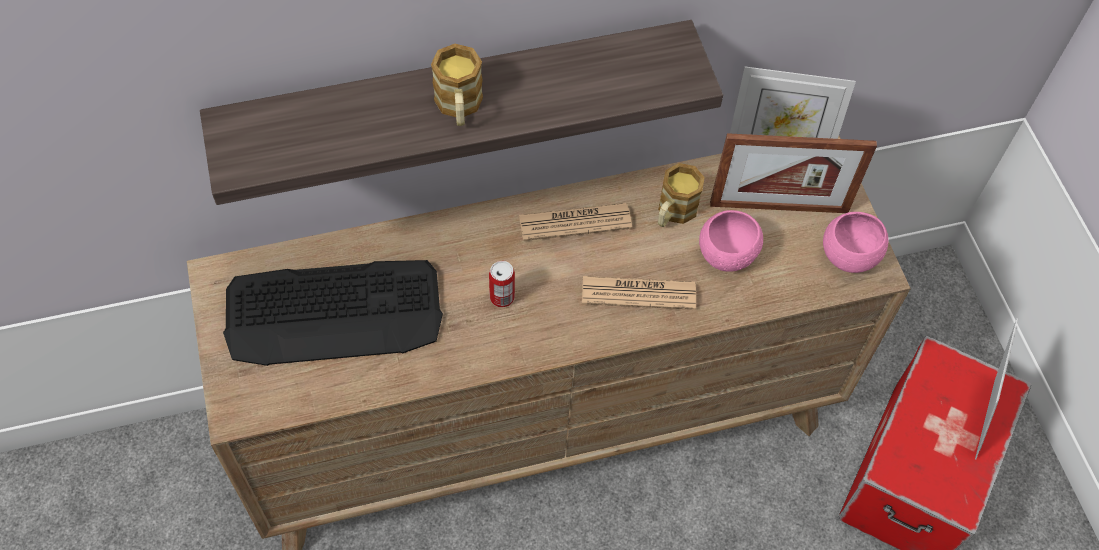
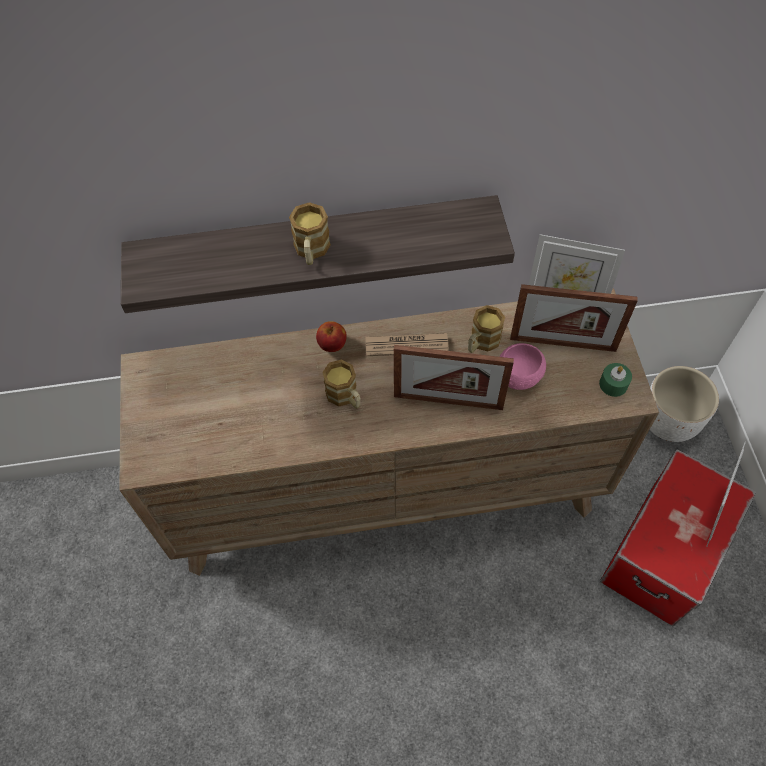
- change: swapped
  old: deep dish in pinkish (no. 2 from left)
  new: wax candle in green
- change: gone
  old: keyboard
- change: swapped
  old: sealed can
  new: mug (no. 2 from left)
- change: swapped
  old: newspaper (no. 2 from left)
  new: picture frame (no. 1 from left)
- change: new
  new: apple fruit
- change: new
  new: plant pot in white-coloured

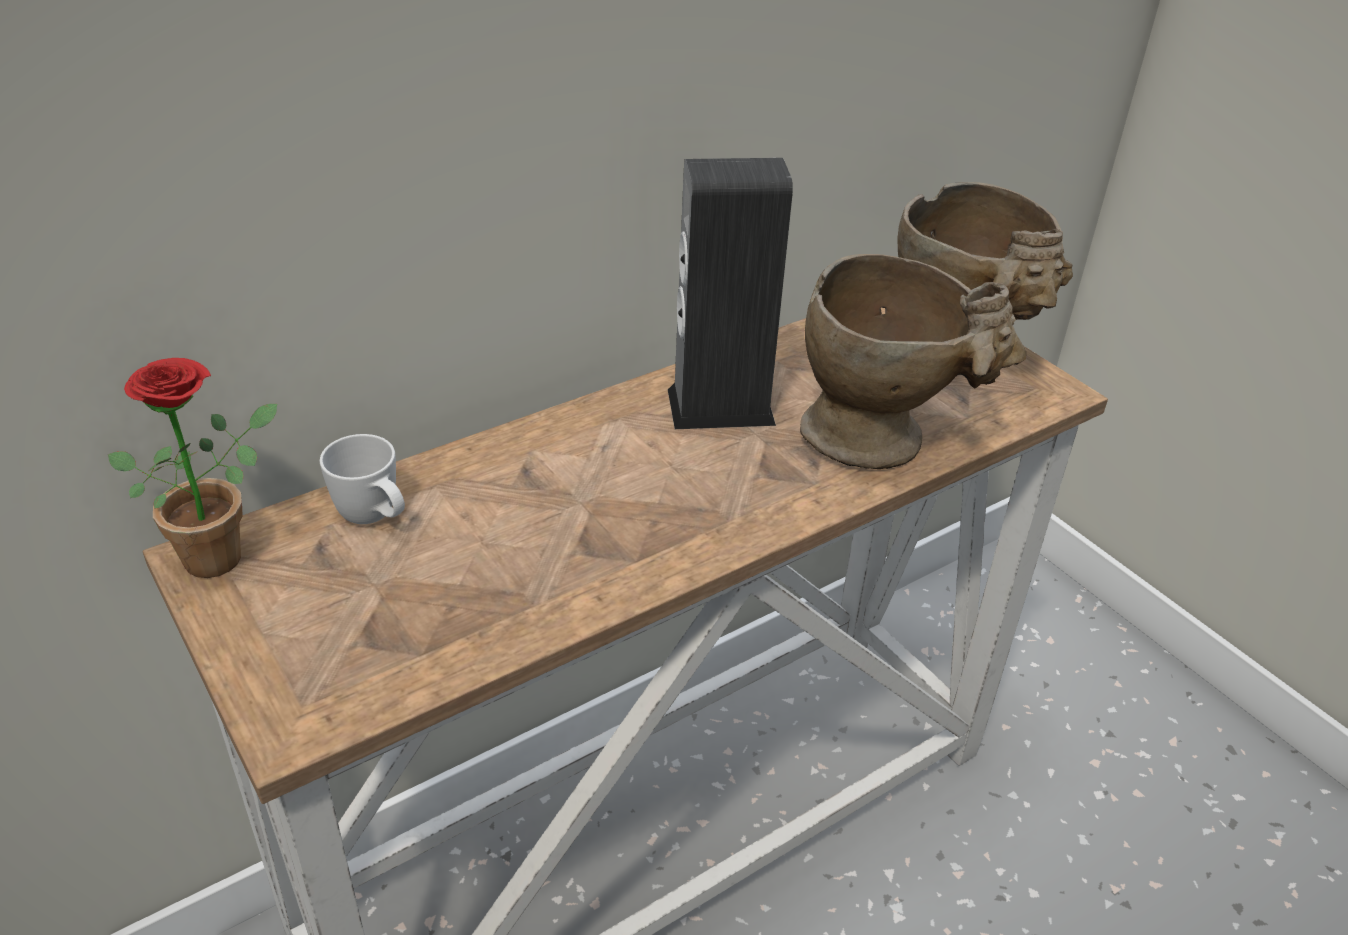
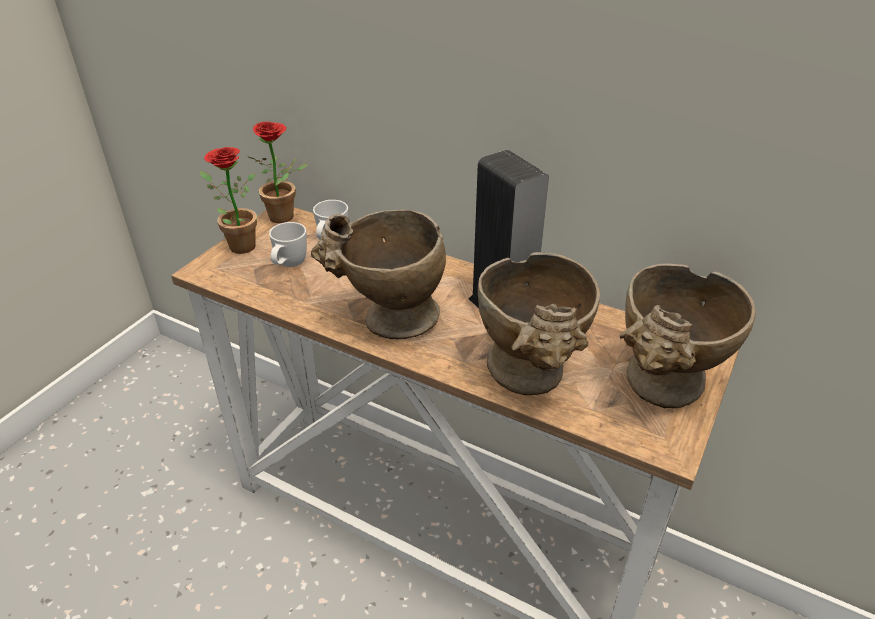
- change: new
  new: houseplant (no. 1 from left)
- change: new
  new: vase in beige (no. 1 from left)
- change: new
  new: mug in white-coloured (no. 1 from left)

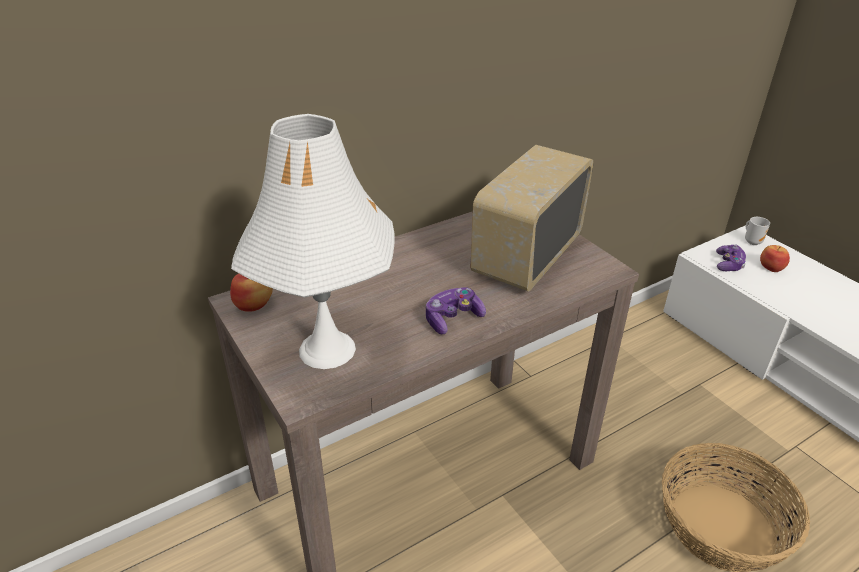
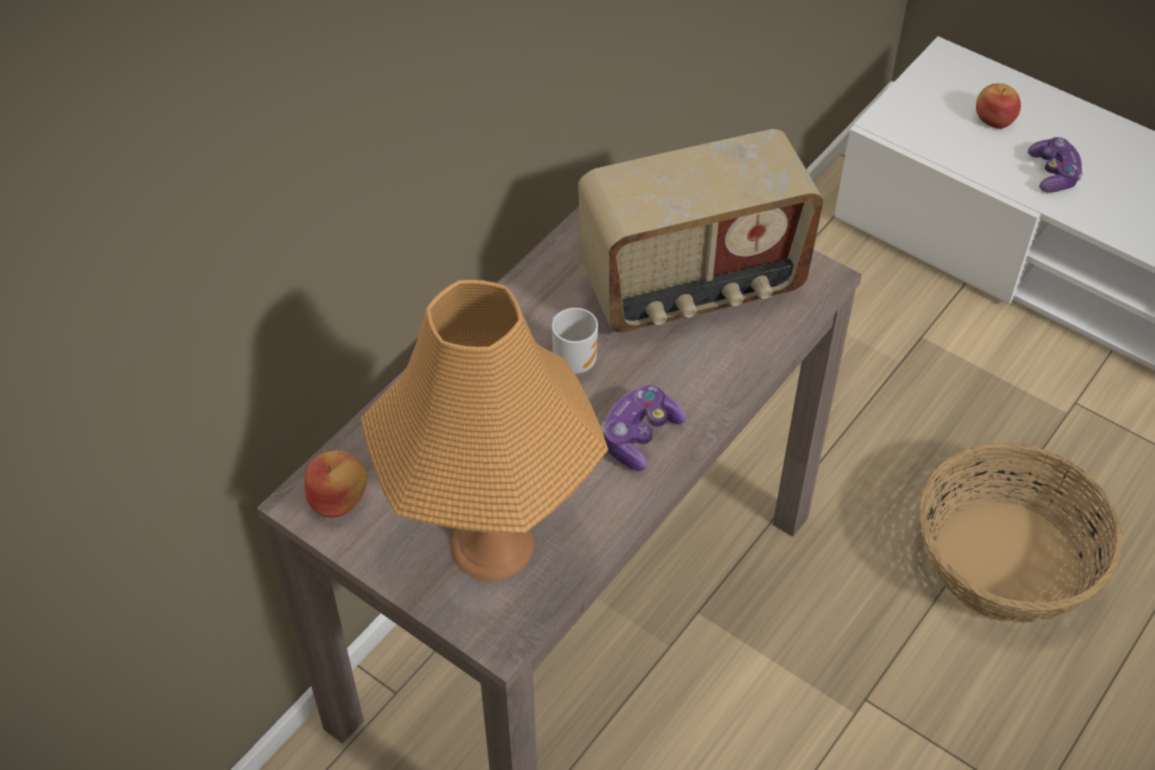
- change: repainted
  old: tabletop lamp in white-coloured
  new: tabletop lamp in orange-coloured
- change: rotated
  old: radio set
  degrees: -120
- change: shifted
  old: mug
- change: shifted
  old: game controller (no. 2 from left)

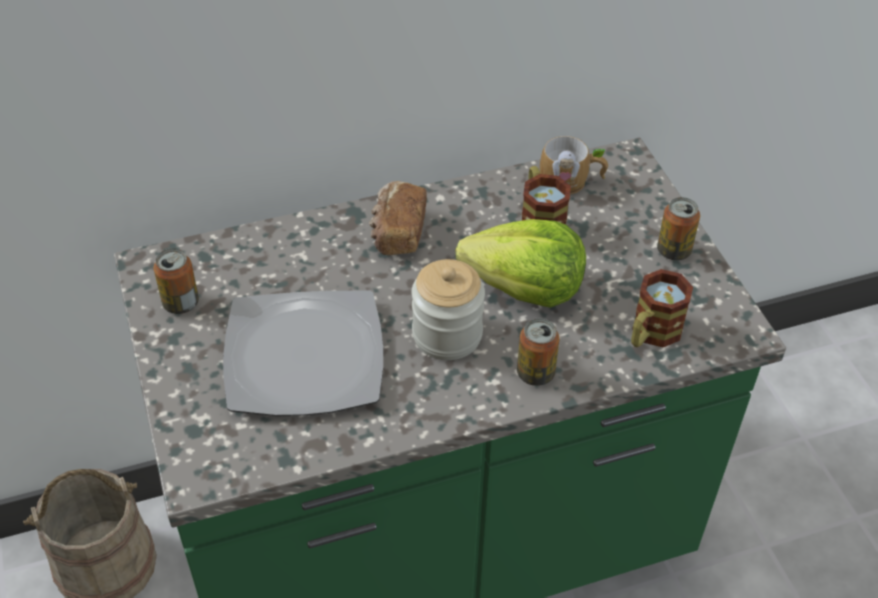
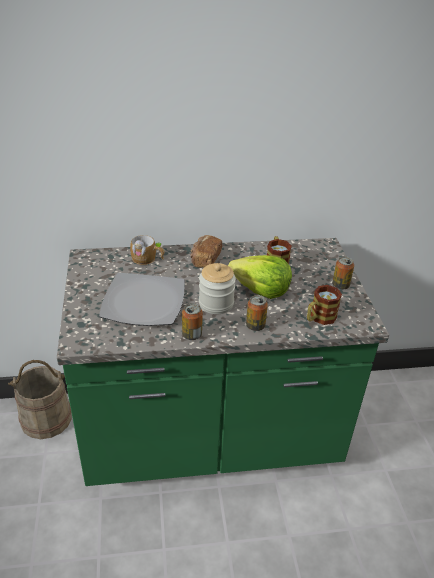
- change: shifted
  old: mug (no. 2 from left in the first image)
  new: mug (no. 1 from left)
- change: shifted
  old: sealed can (no. 1 from left)

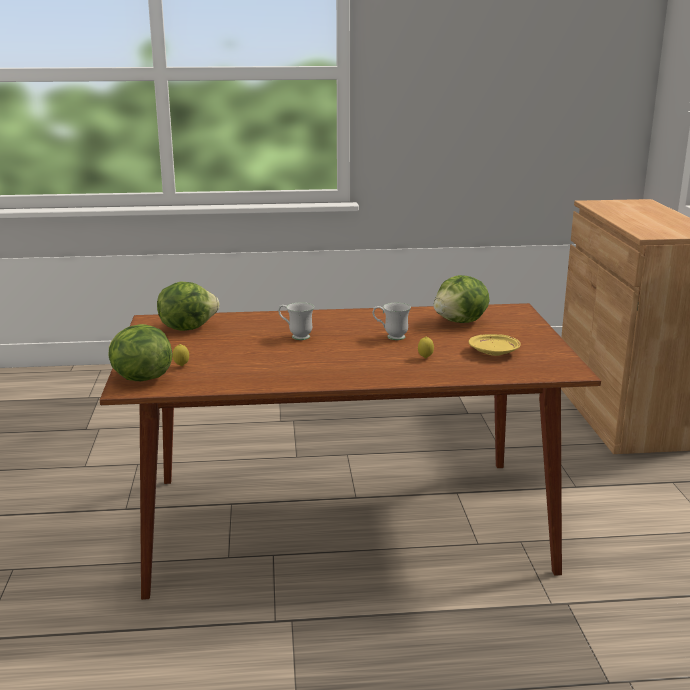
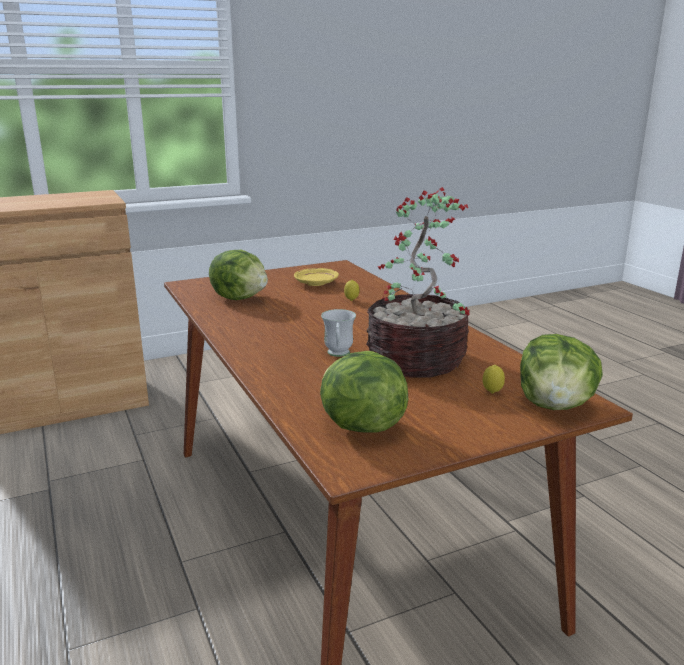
- change: gone
  old: mug in white-coloured (no. 2 from left)
- change: new
  new: houseplant

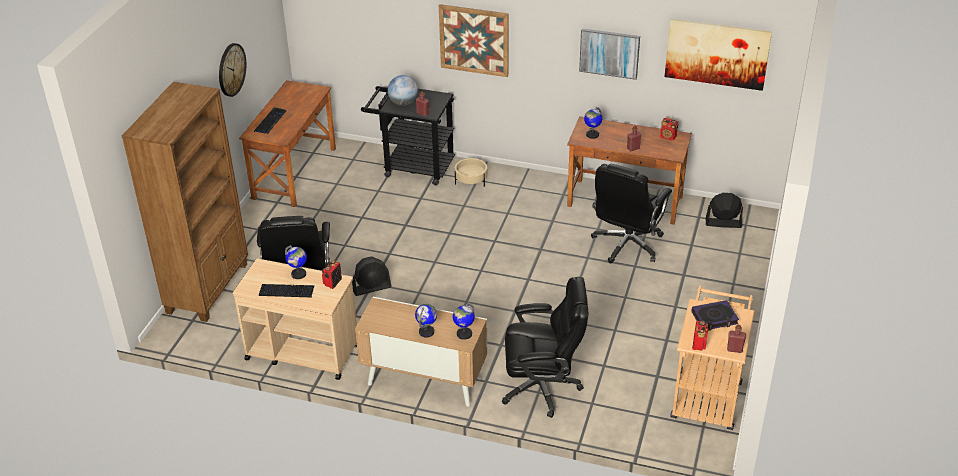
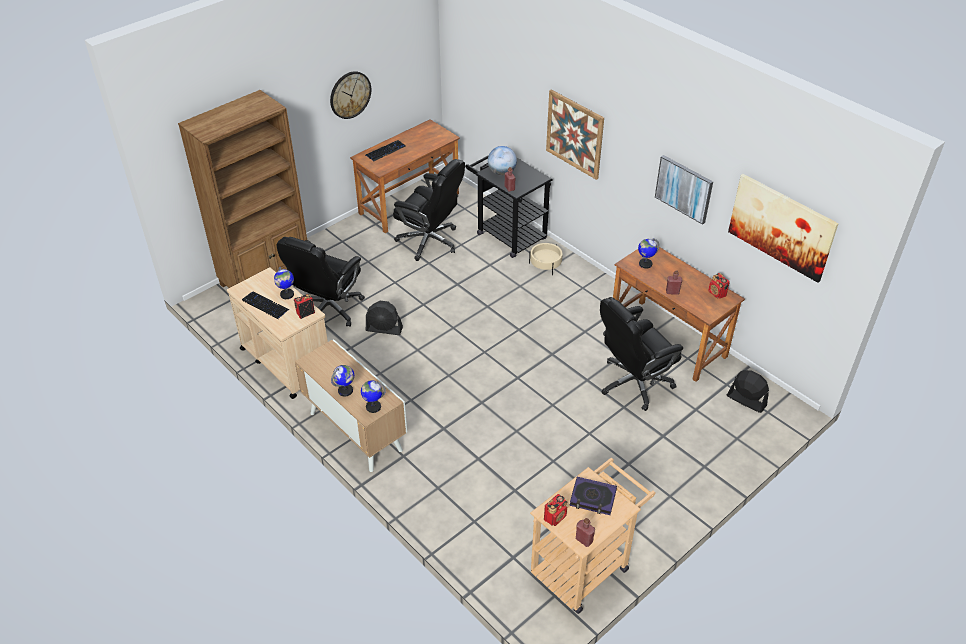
- change: shifted
  old: computer chair in blackish (no. 2 from left)

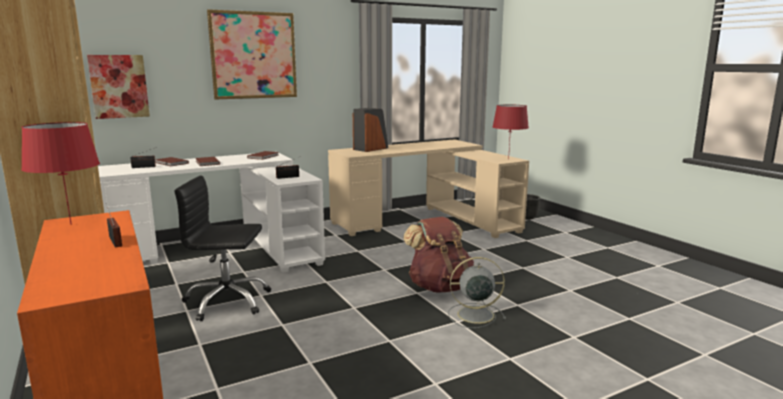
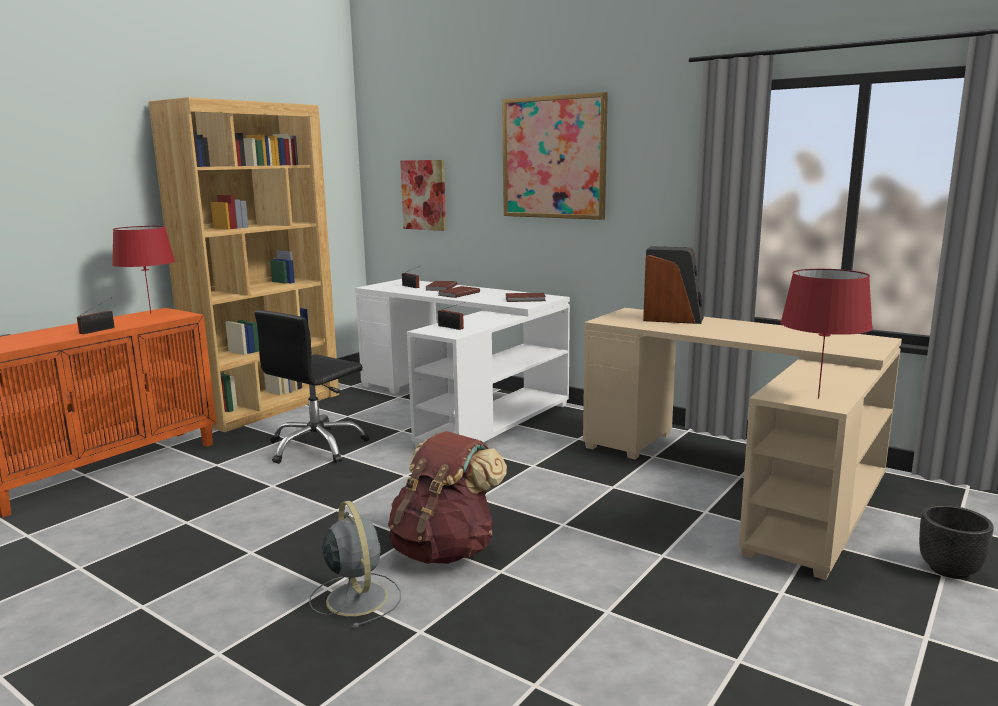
- change: rotated
  old: computer chair in blackish
  degrees: -120

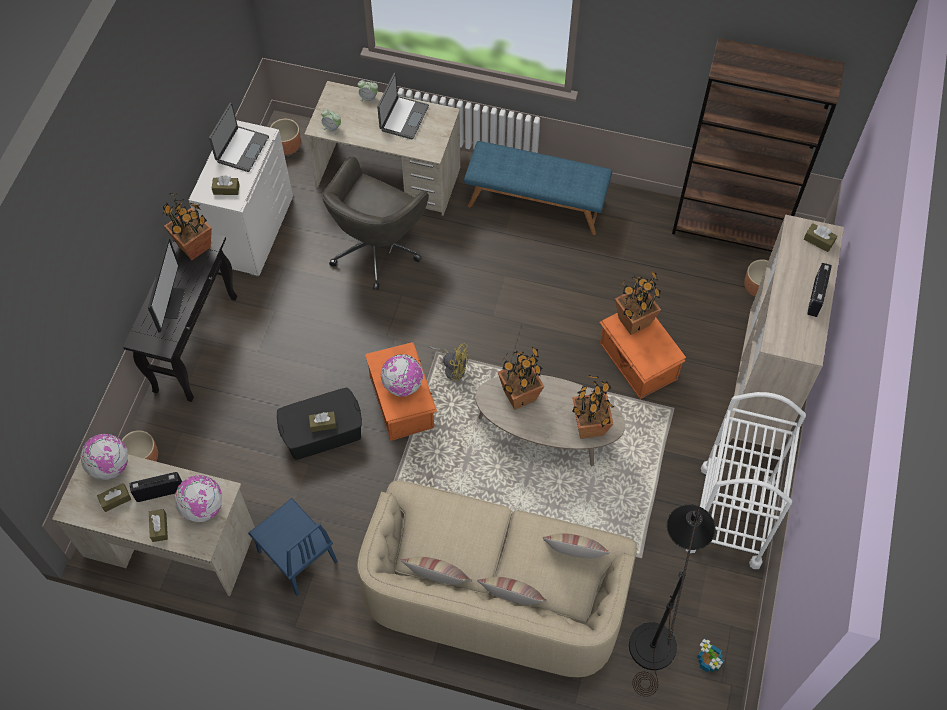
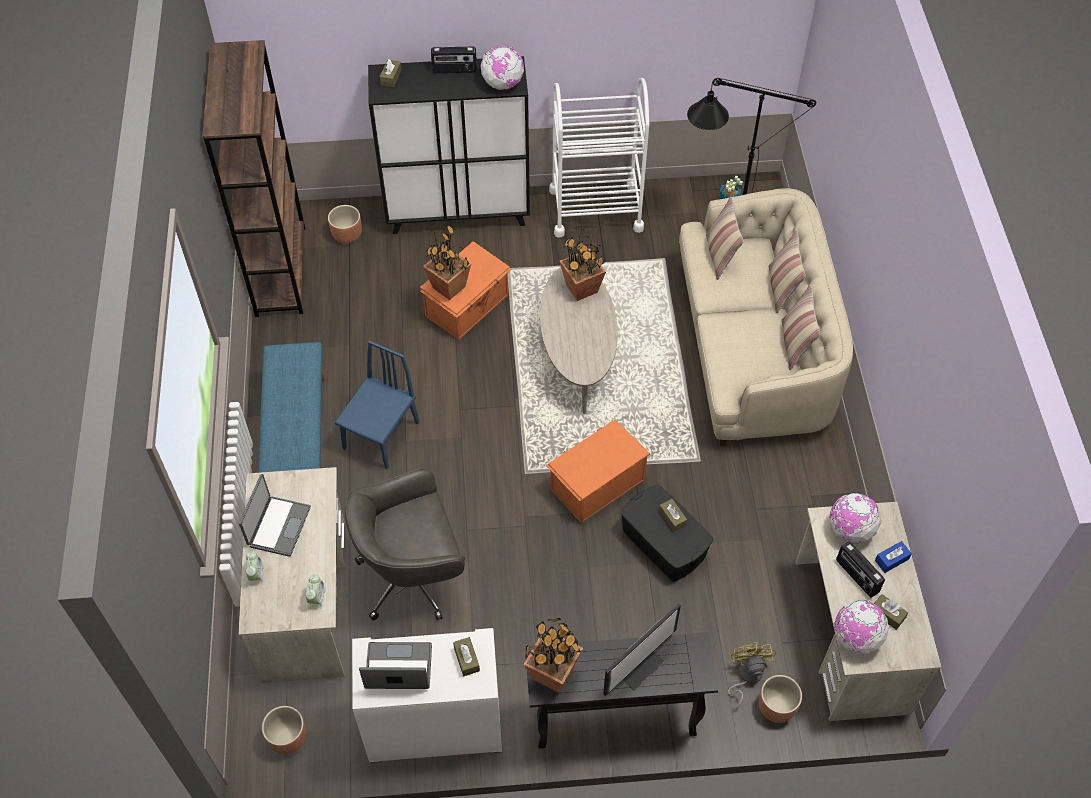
- change: rotated
  old: notebook computer (no. 2 from left in the first image)
  degrees: 105
- change: rotated
  old: computer chair in grey
  degrees: 150
- change: repainted
  old: storage cabinet in beige
  new: storage cabinet in blackish
- change: rotated
  old: computer screen
  degrees: 150
- change: shifted
  old: fan in yellowish
- change: gone
  old: houseplant (no. 2 from left)
- change: shifted
  old: desk globe (no. 3 from left in the first image)
  new: desk globe (no. 1 from left)
- change: shifted
  old: plain chair in blue
- change: repainted
  old: tissue box in brownish (no. 2 from left)
  new: tissue box in blue

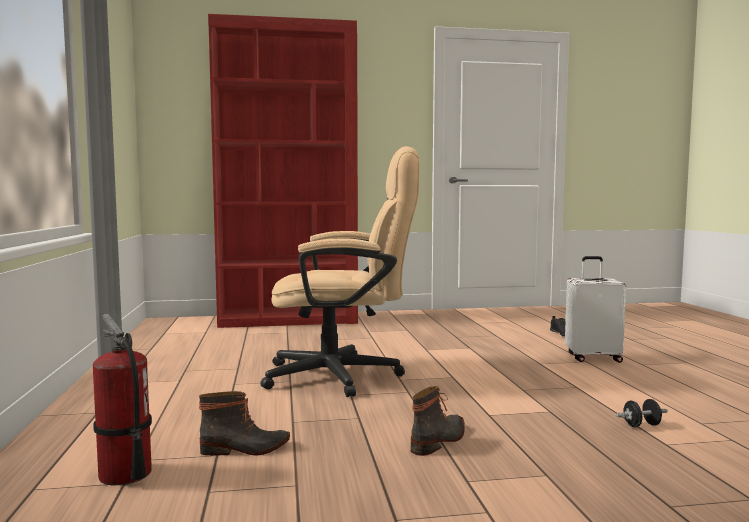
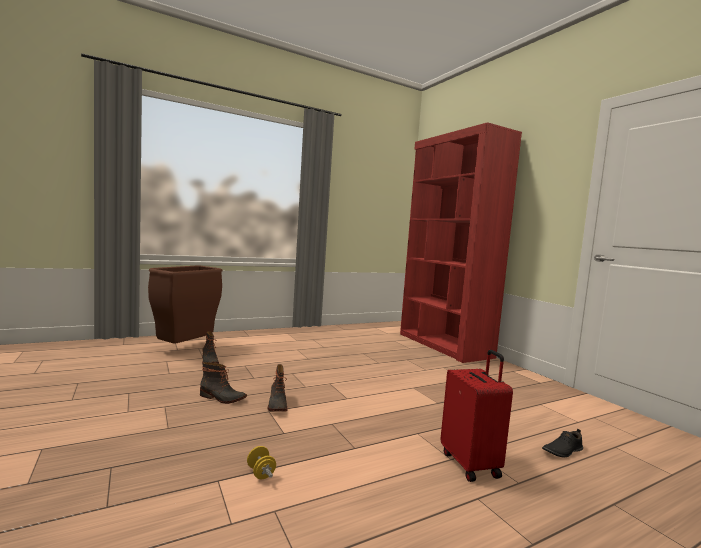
- change: gone
  old: computer chair in beige
- change: repainted
  old: travel case in white-coloured
  new: travel case in red-coloured
- change: swapped
  old: fire-fighting cylinder
  new: rubbish bin in brownish
- change: repainted
  old: dumbbell in blackish
  new: dumbbell in yellowish
- change: new
  new: boot (no. 3 from left)

